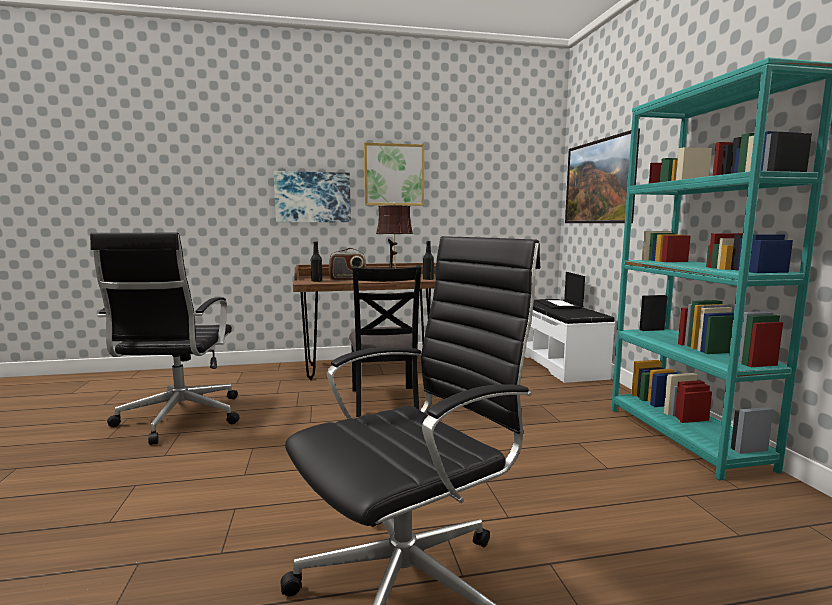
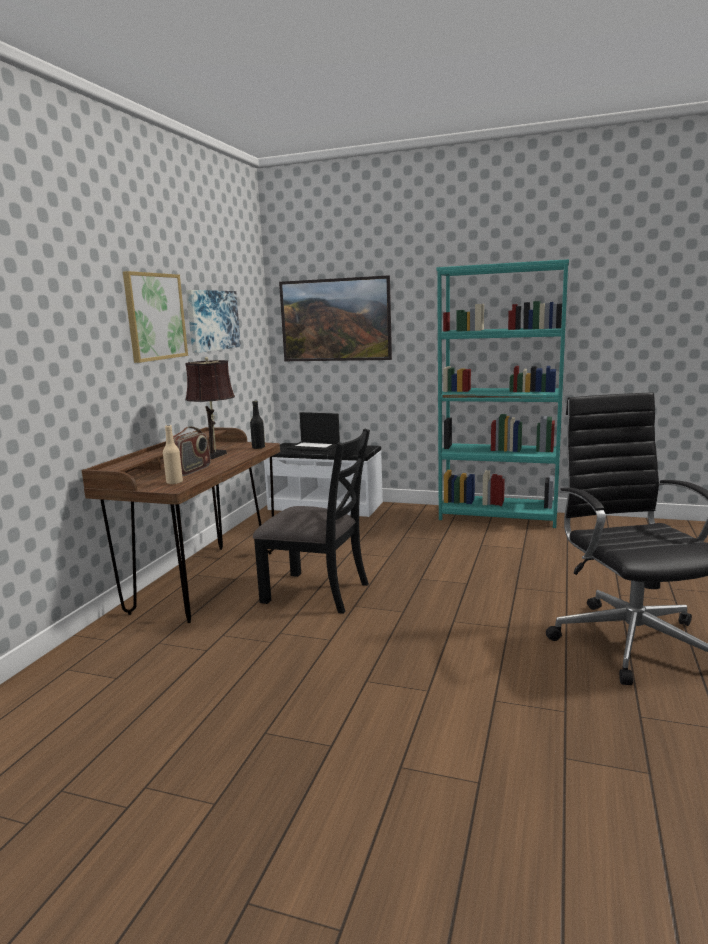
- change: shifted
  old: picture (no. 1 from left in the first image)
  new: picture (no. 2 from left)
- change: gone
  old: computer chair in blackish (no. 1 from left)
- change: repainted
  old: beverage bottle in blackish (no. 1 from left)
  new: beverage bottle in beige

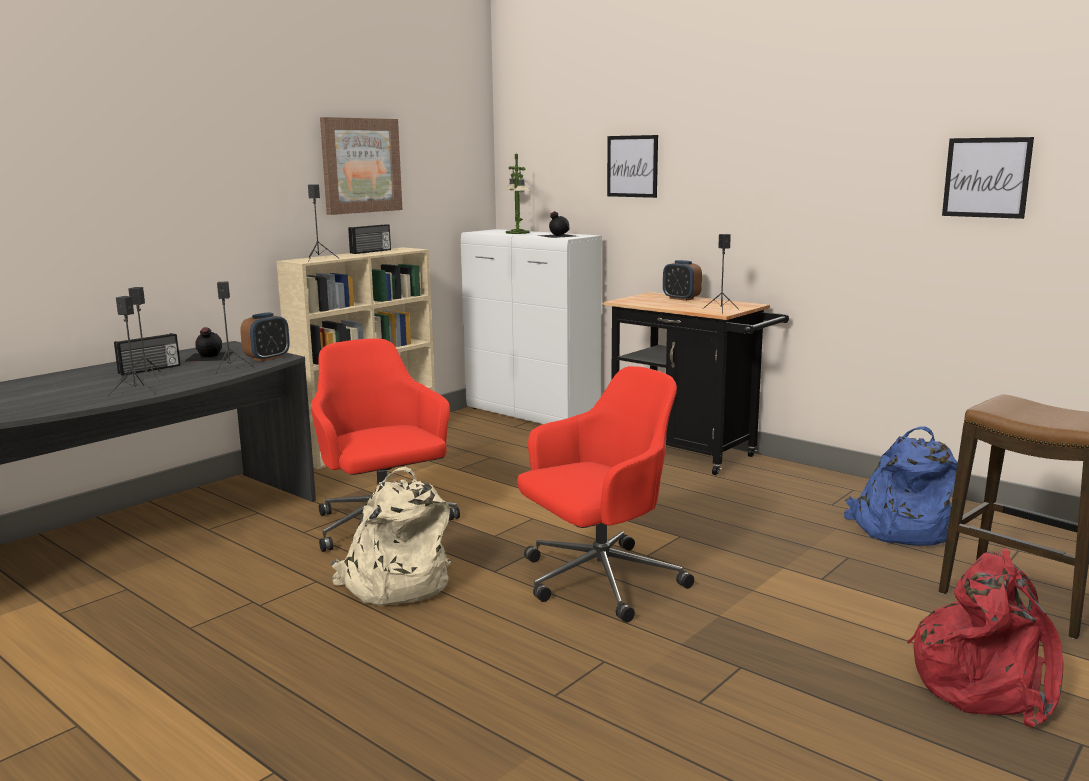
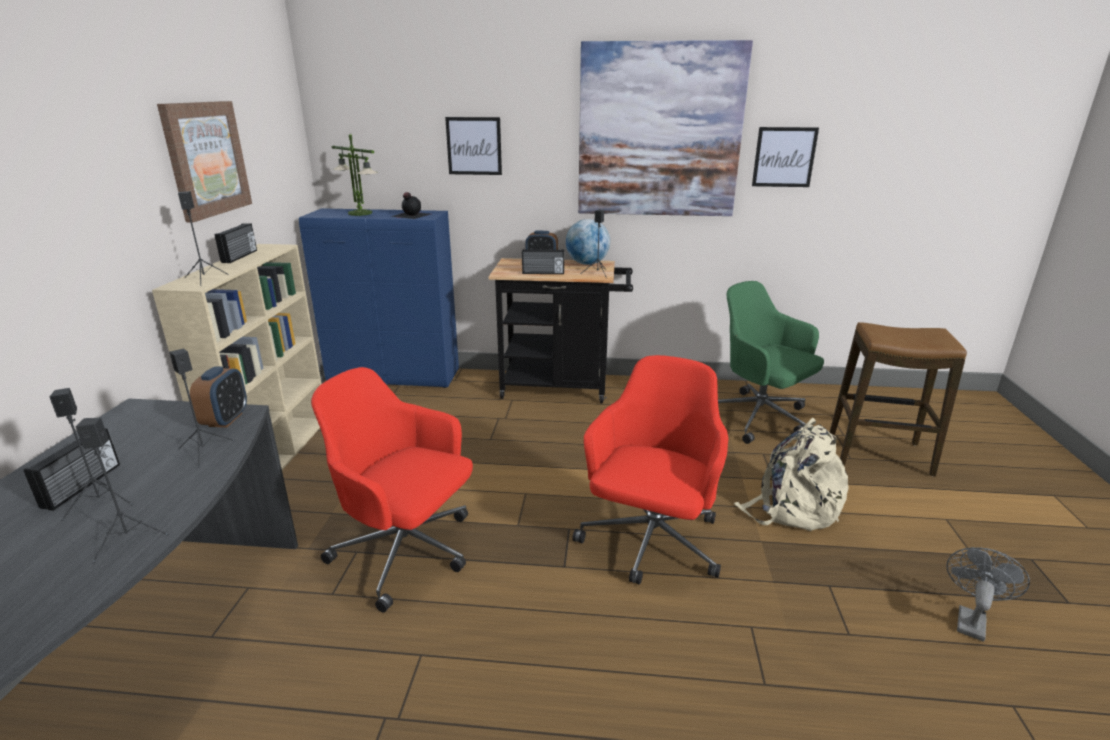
- change: repainted
  old: storage cabinet in white-coloured
  new: storage cabinet in blue
- change: gone
  old: beverage bottle in blackish (no. 1 from left)
- change: swapped
  old: knapsack in blue
  new: computer chair in green
- change: shifted
  old: knapsack in beige
- change: gone
  old: knapsack in red-coloured
- change: new
  new: picture (no. 3 from left)
- change: new
  new: desk globe
- change: new
  new: radio set (no. 3 from left)
- change: new
  new: fan in grey

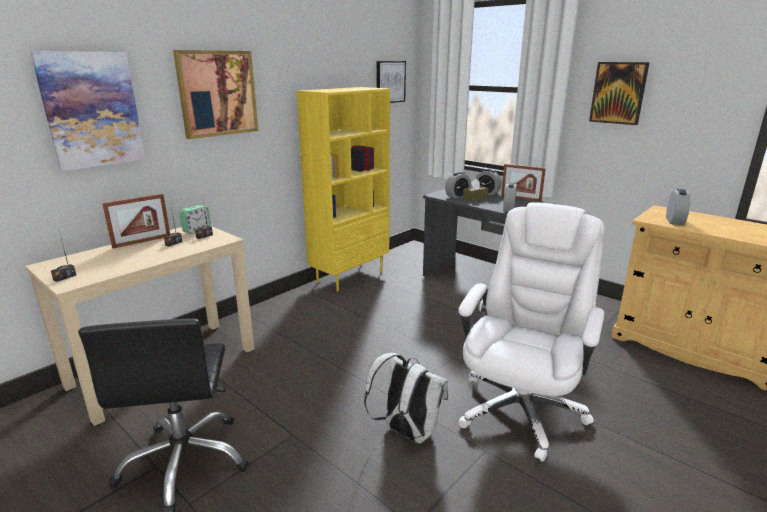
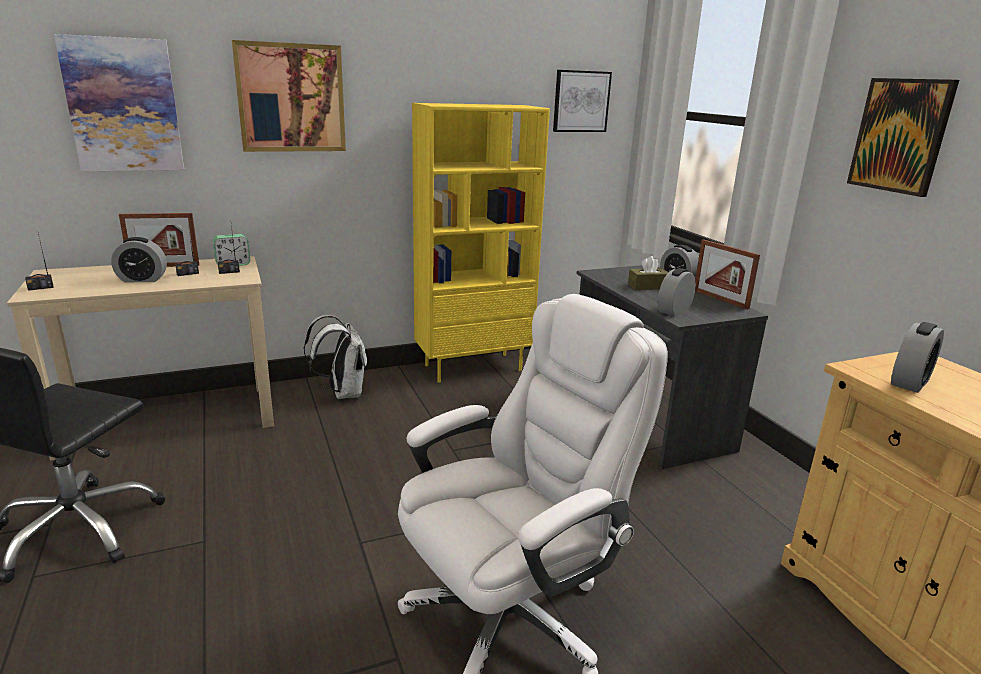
- change: shifted
  old: alarm clock (no. 2 from left in the first image)
  new: alarm clock (no. 1 from left)
- change: shifted
  old: knapsack in white-coloured

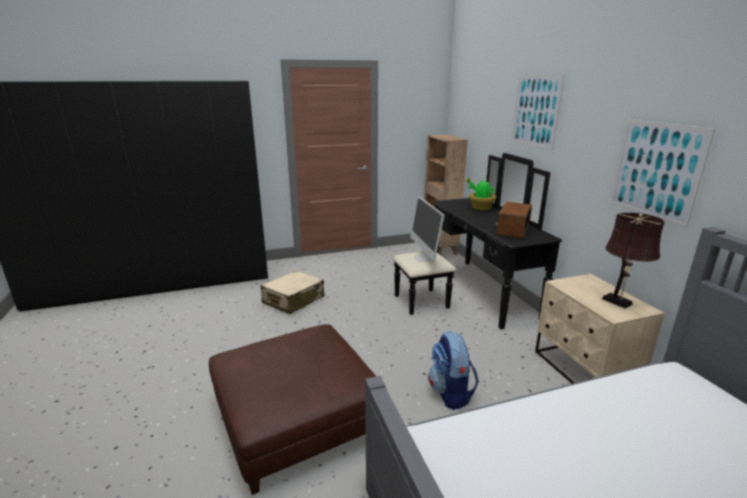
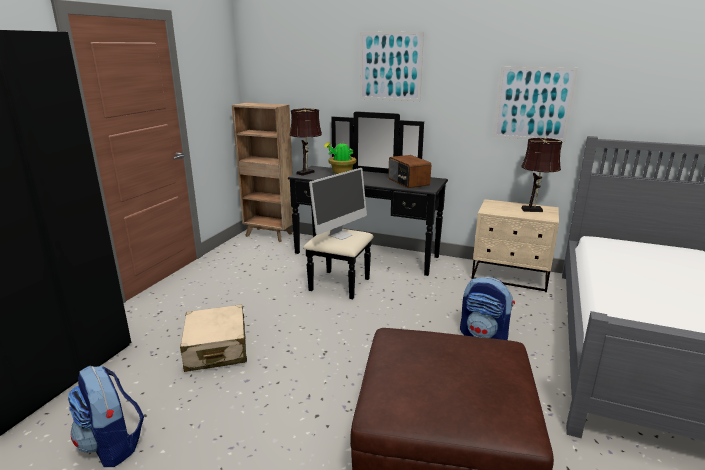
- change: rotated
  old: computer screen
  degrees: -75
- change: new
  new: tabletop lamp in brownish (no. 1 from left)
- change: new
  new: knapsack (no. 1 from left)

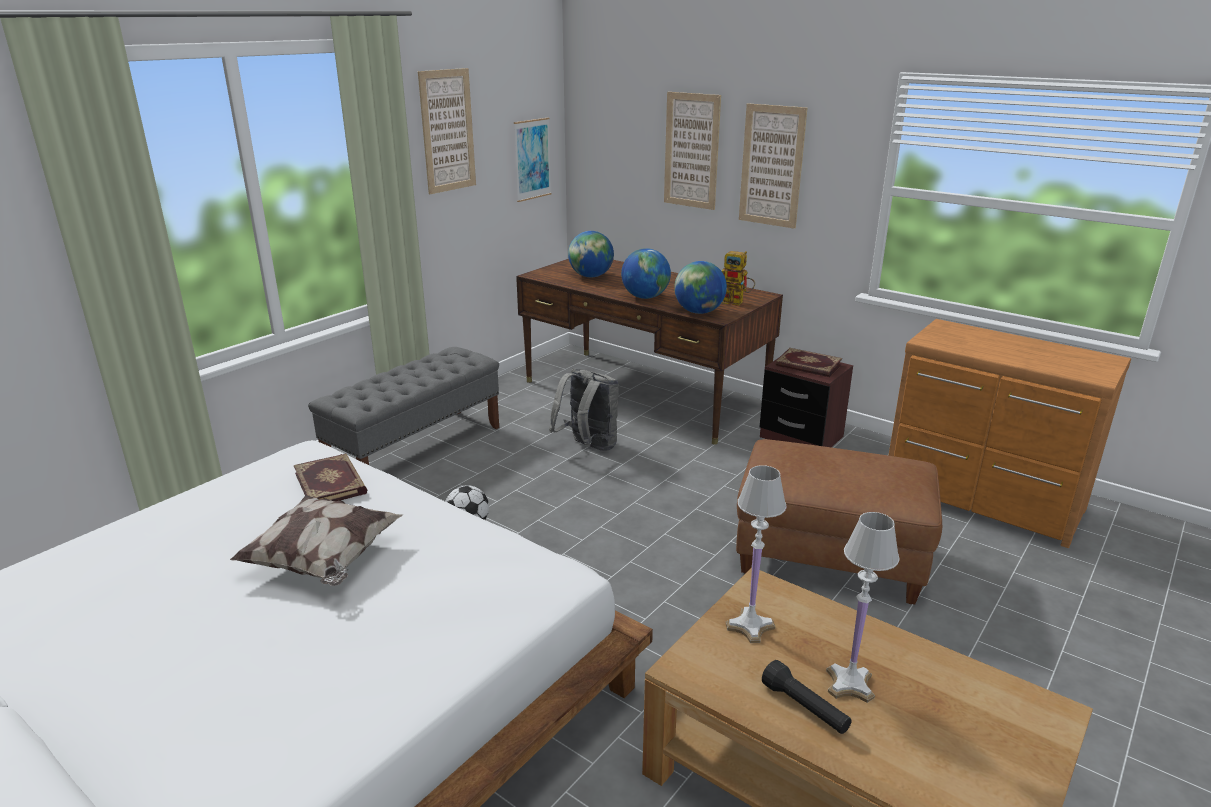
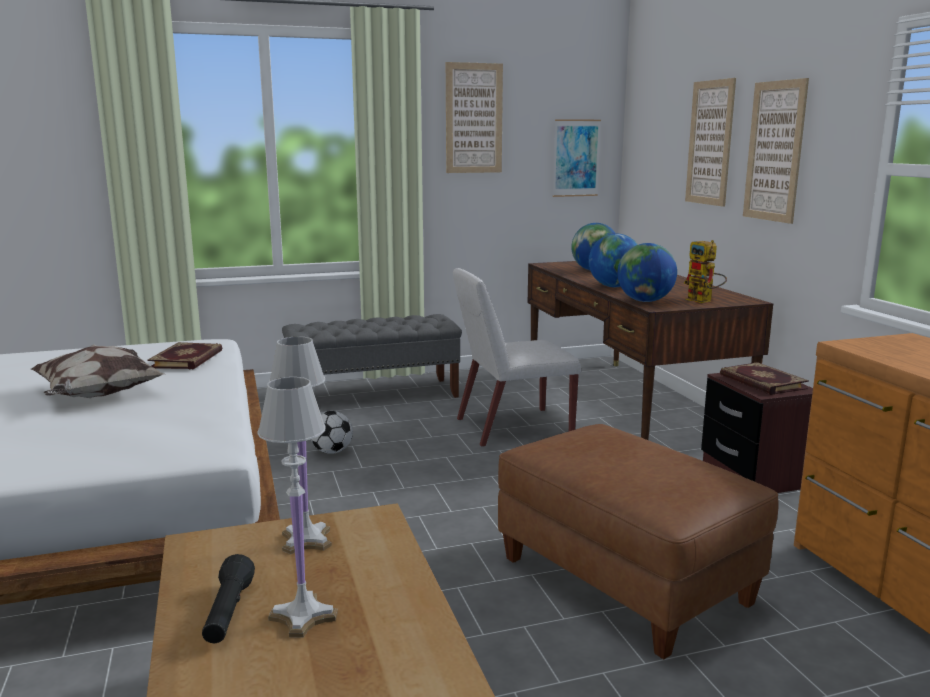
- change: swapped
  old: knapsack in grey
  new: plain chair in white-coloured

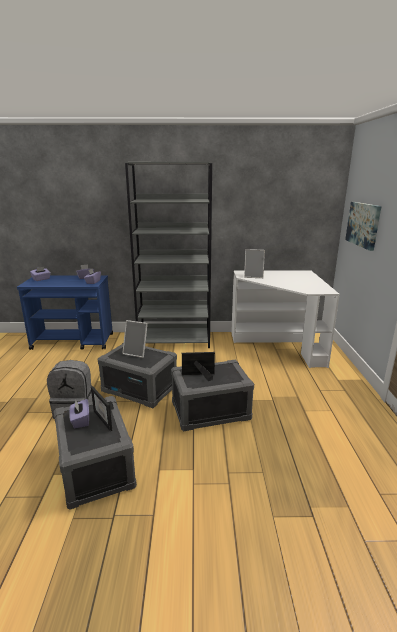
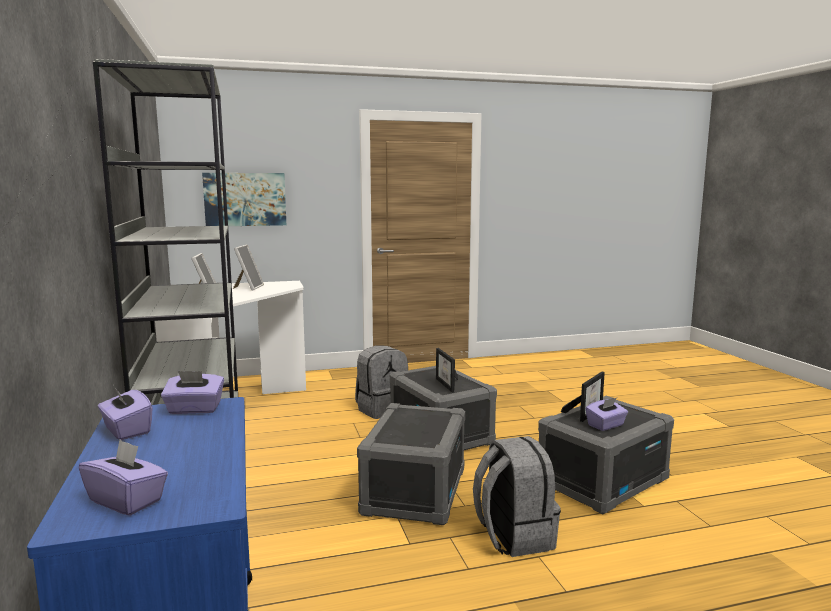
- change: shifted
  old: picture frame (no. 2 from left)
- change: new
  new: knapsack in grey (no. 1 from left)

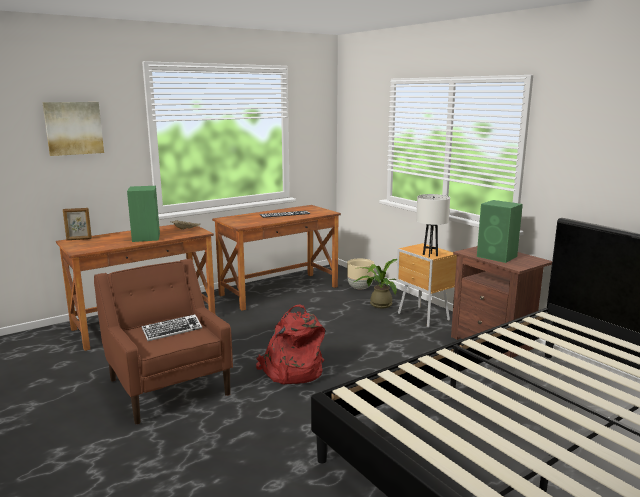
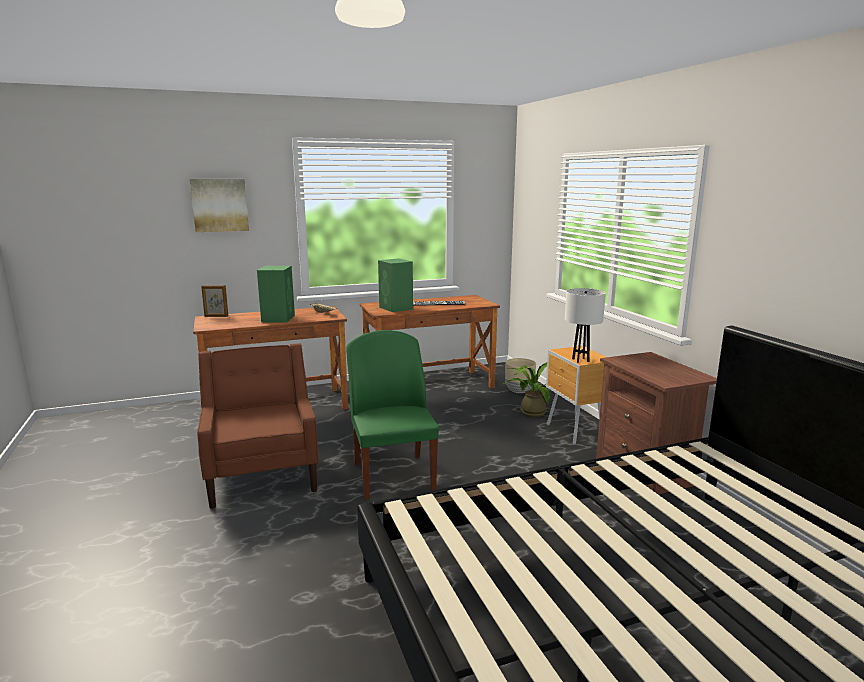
- change: shifted
  old: loudspeaker in green (no. 2 from left)
- change: swapped
  old: knapsack in red-coloured
  new: plain chair in green
- change: gone
  old: keyboard (no. 1 from left)

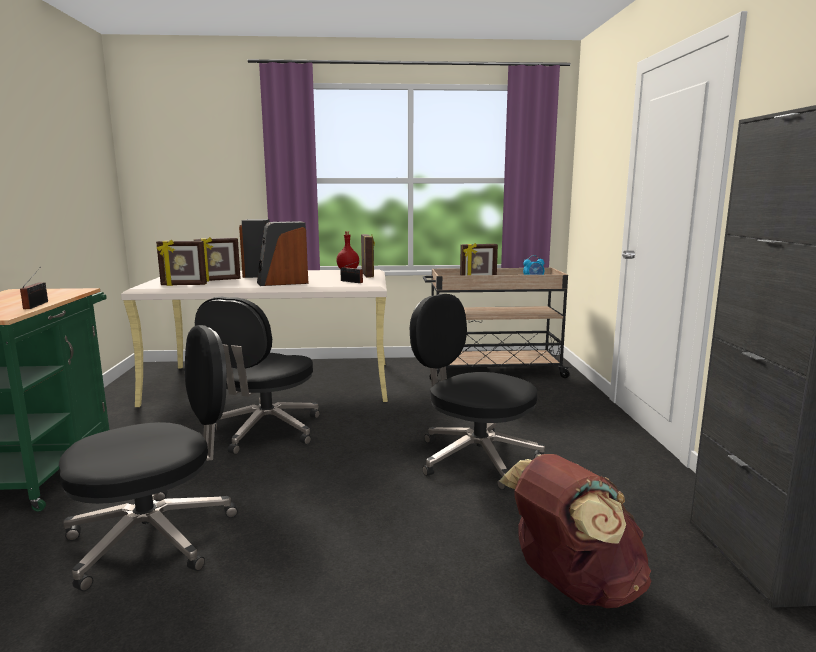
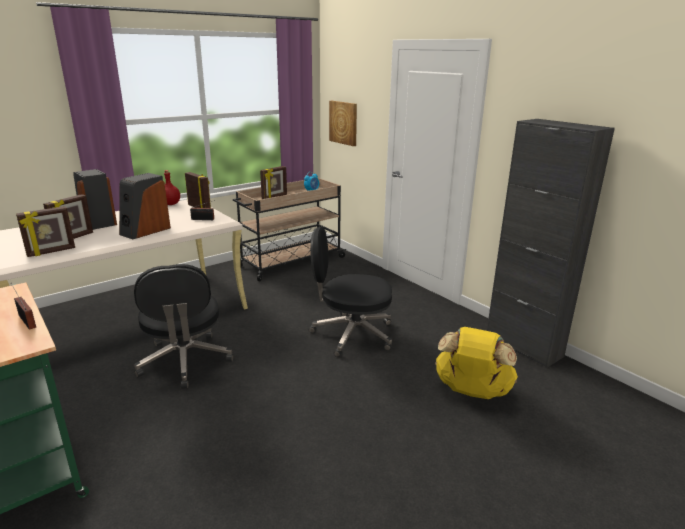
- change: gone
  old: computer chair in blackish (no. 1 from left)
- change: repainted
  old: knapsack in brownish
  new: knapsack in yellowish
- change: new
  new: picture

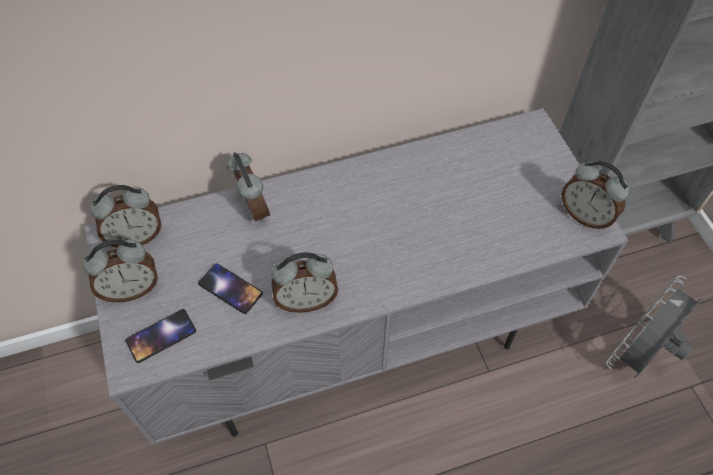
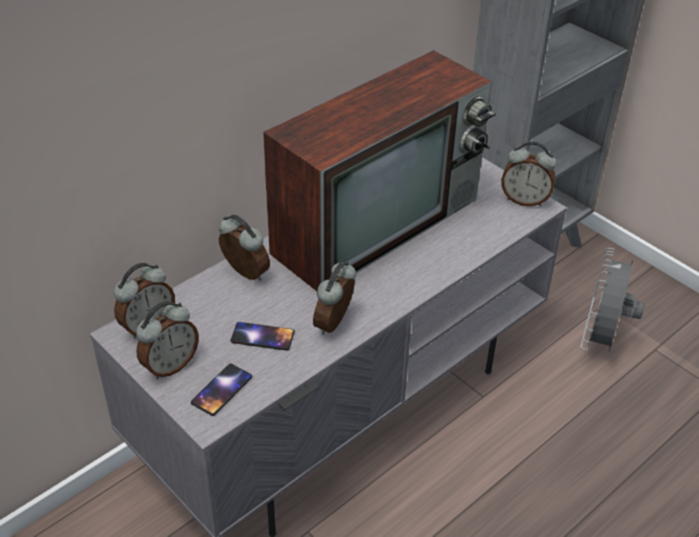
- change: rotated
  old: alarm clock (no. 4 from left)
  degrees: 150
- change: new
  new: TV set

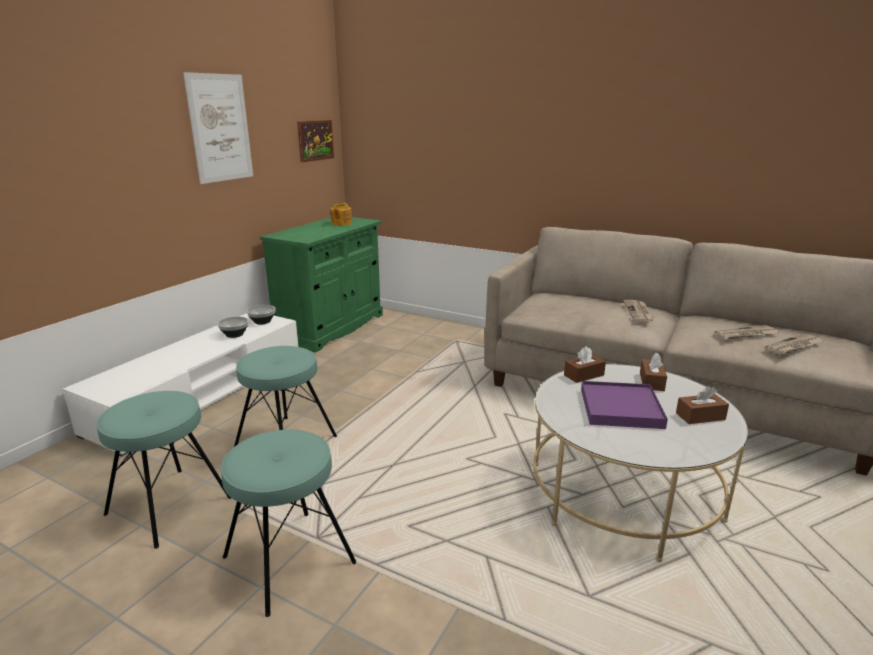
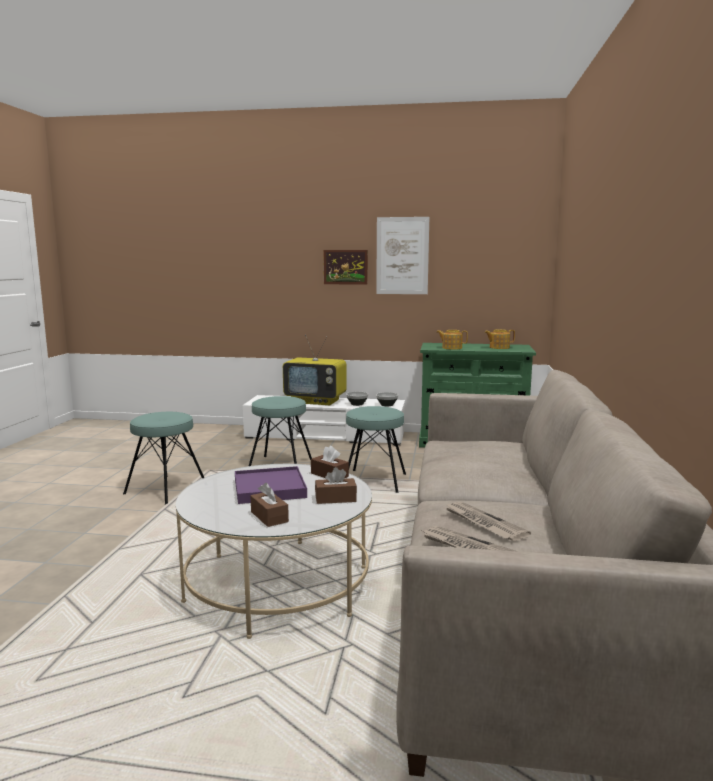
- change: shifted
  old: picture (no. 2 from left in the first image)
  new: picture (no. 1 from left)
- change: gone
  old: newspaper (no. 1 from left)
- change: shifted
  old: stool seat in turquoise-coloured (no. 1 from left in the first image)
  new: stool seat in turquoise-coloured (no. 3 from left)
- change: new
  new: tea pot (no. 1 from left)
- change: new
  new: TV set

